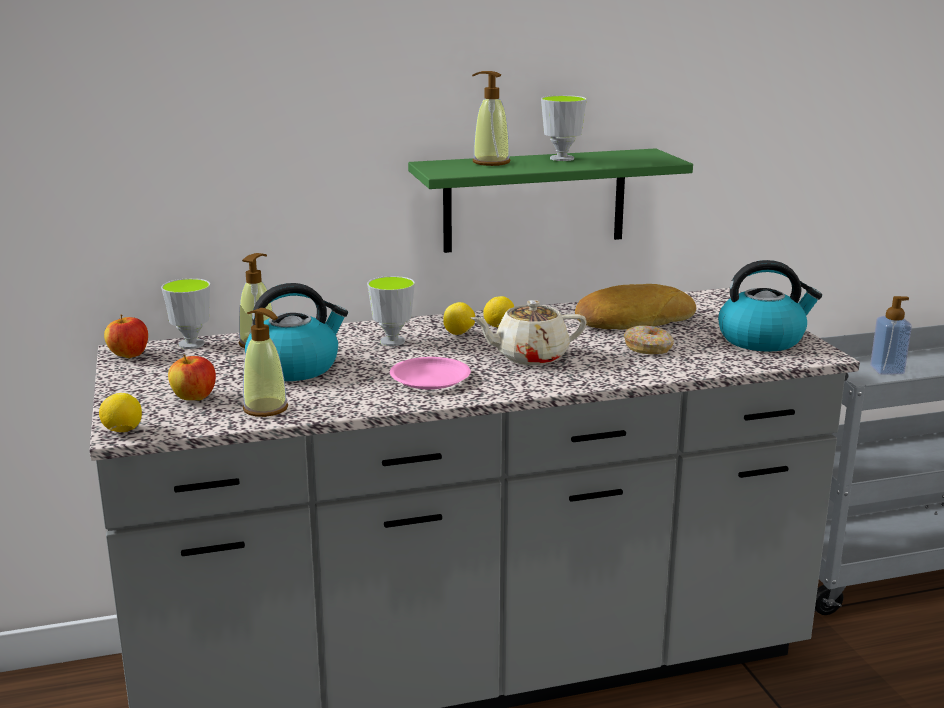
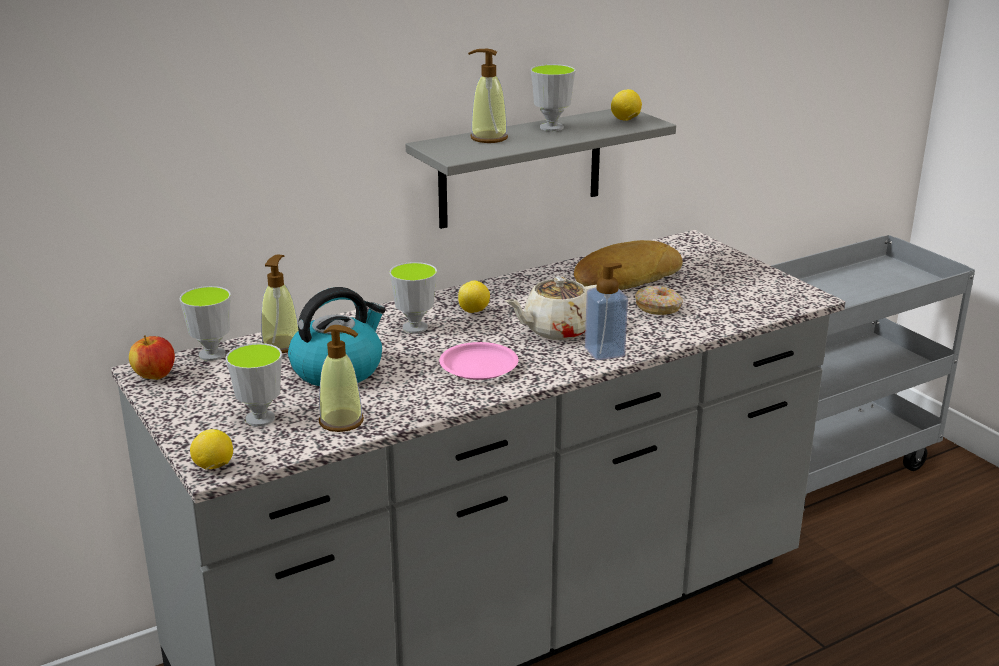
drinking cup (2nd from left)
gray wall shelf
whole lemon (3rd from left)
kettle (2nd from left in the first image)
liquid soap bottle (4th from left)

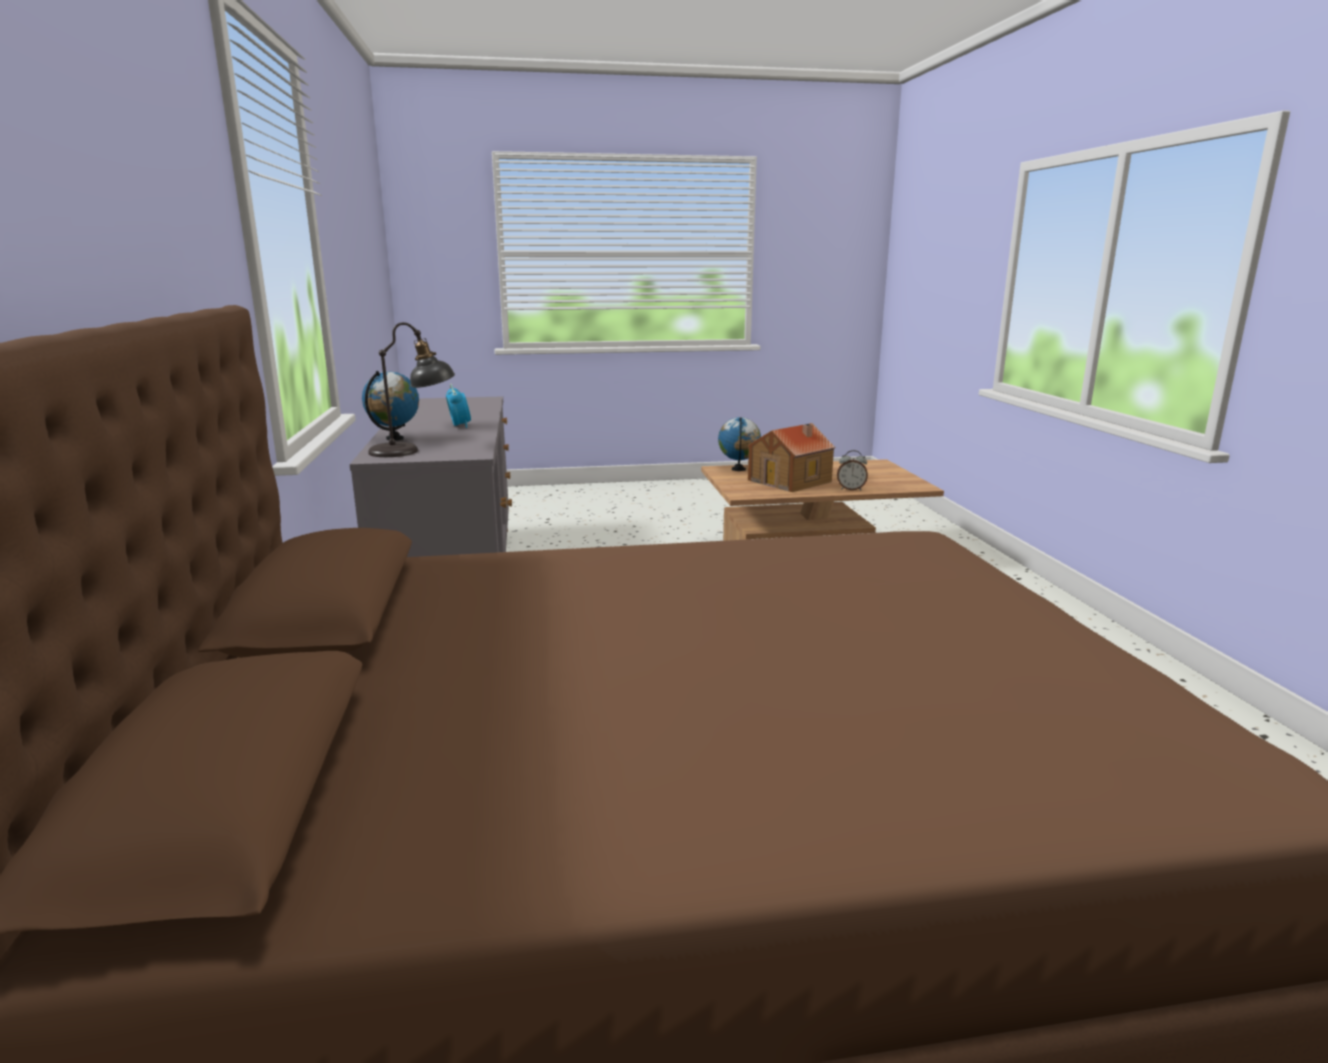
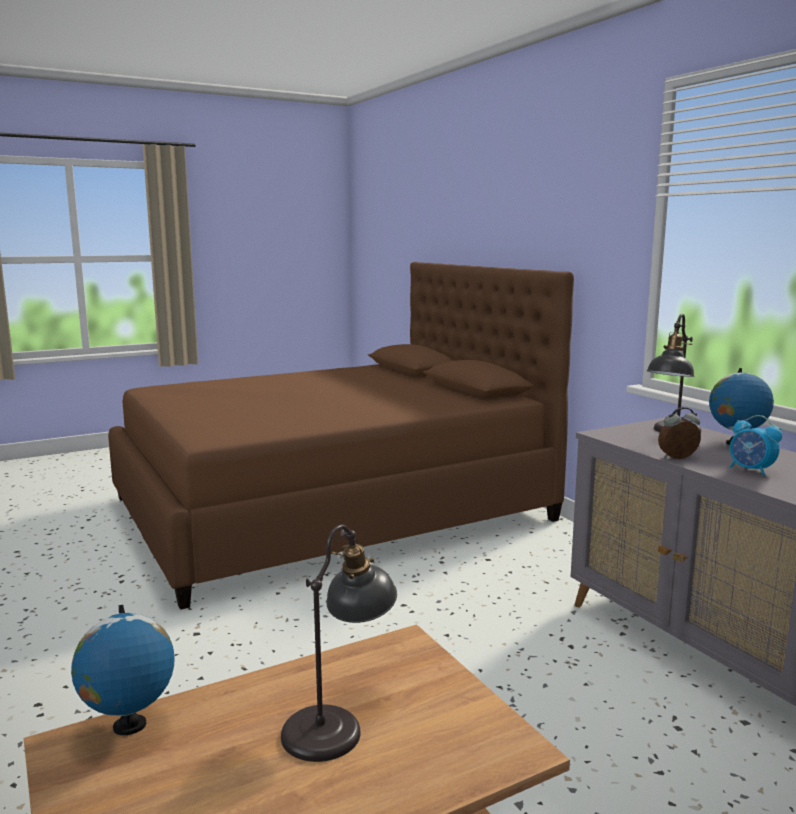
world globe (1st from left)
gray lamp for a table (1st from left)
alarm clock (1st from left)

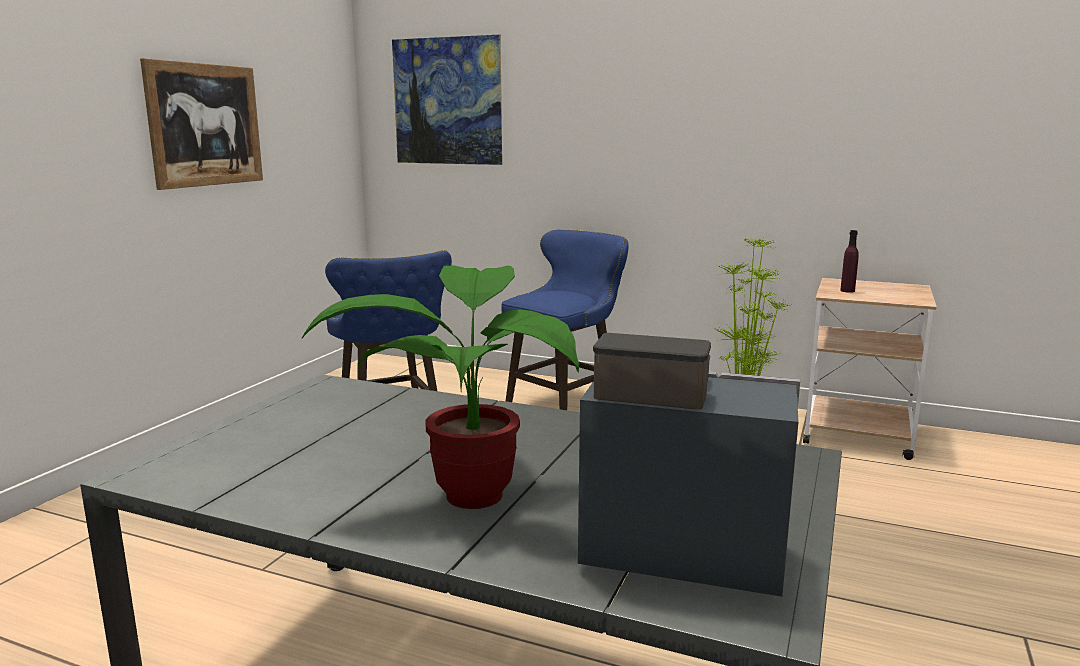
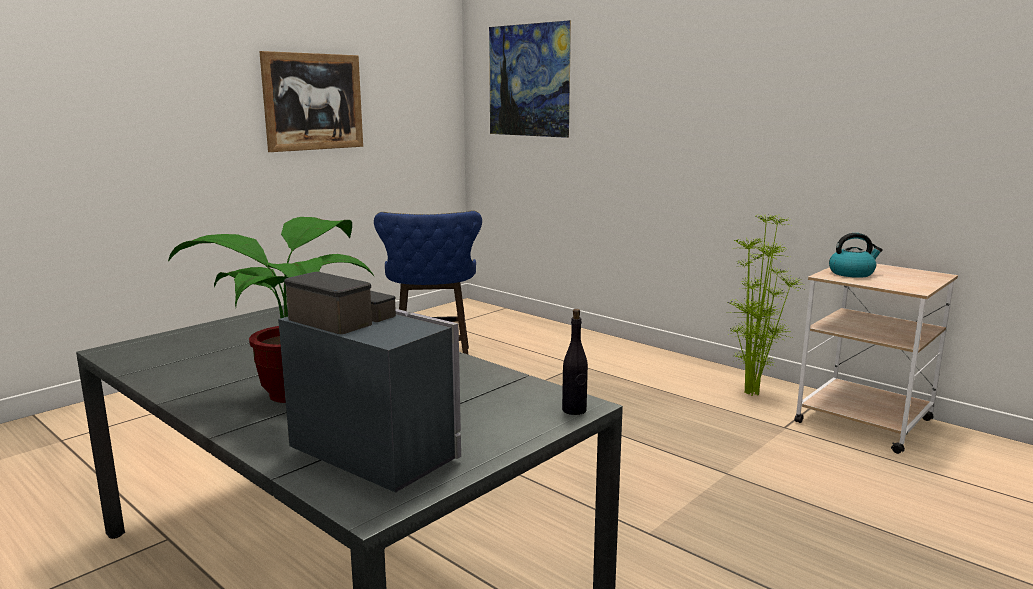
blue-coloured sitting stool (2nd from left in the first image)
kettle
black drink bottle

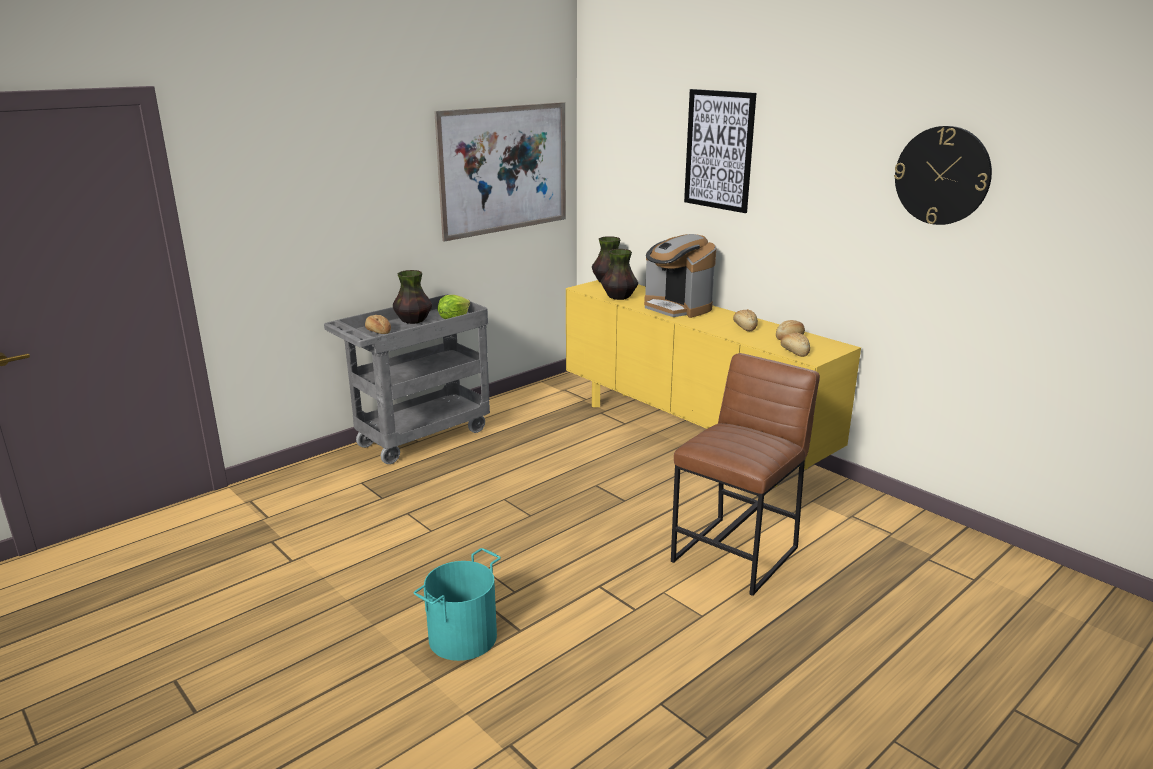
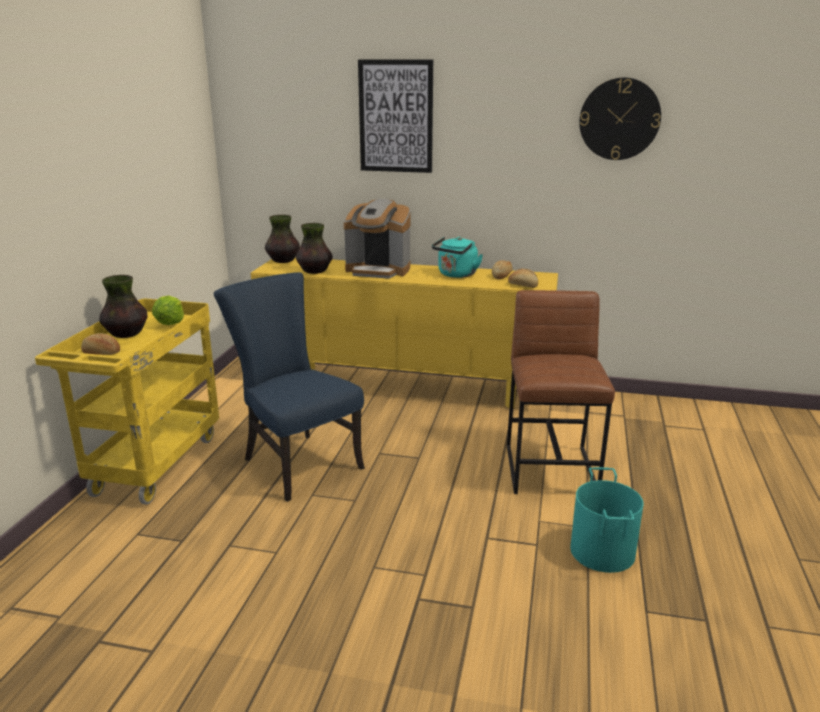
yellowish cart
turquoise pail
wall art (1st from left in the first image)
turquoise kettle
blue-coloured plain chair

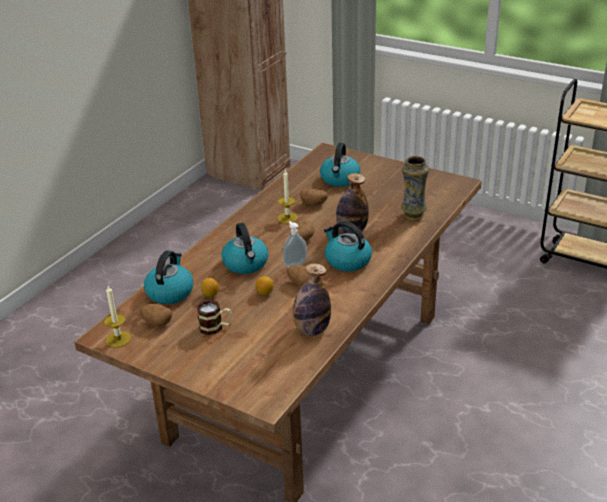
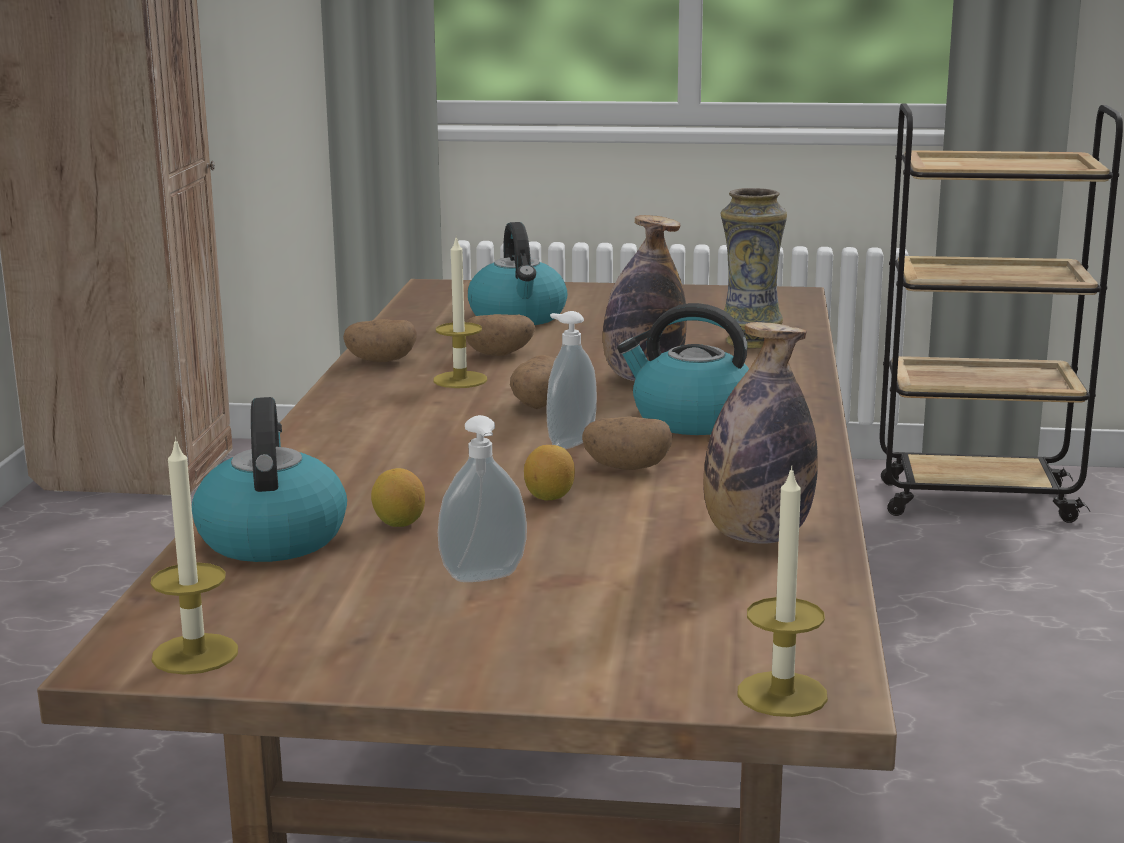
potato (1st from left)
liquid soap bottle (1st from left)
kettle (2nd from left in the first image)
candle (3rd from left)

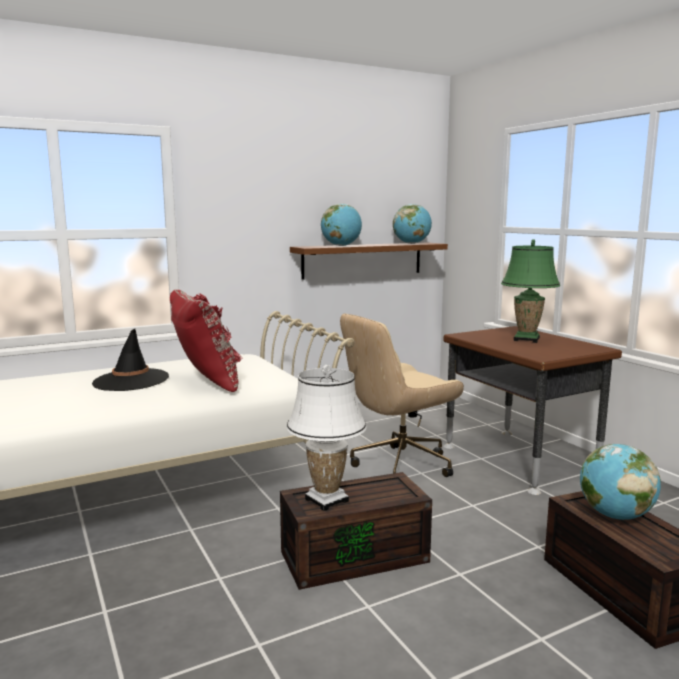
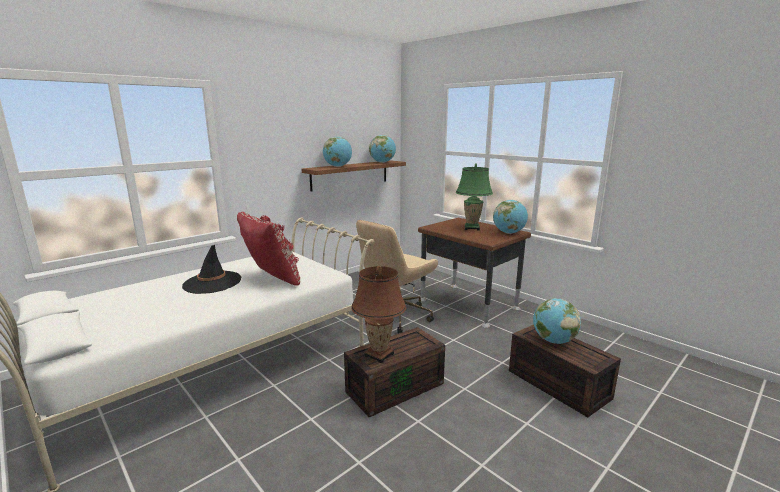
brown-coloured lamp for a table
world globe (3rd from left)

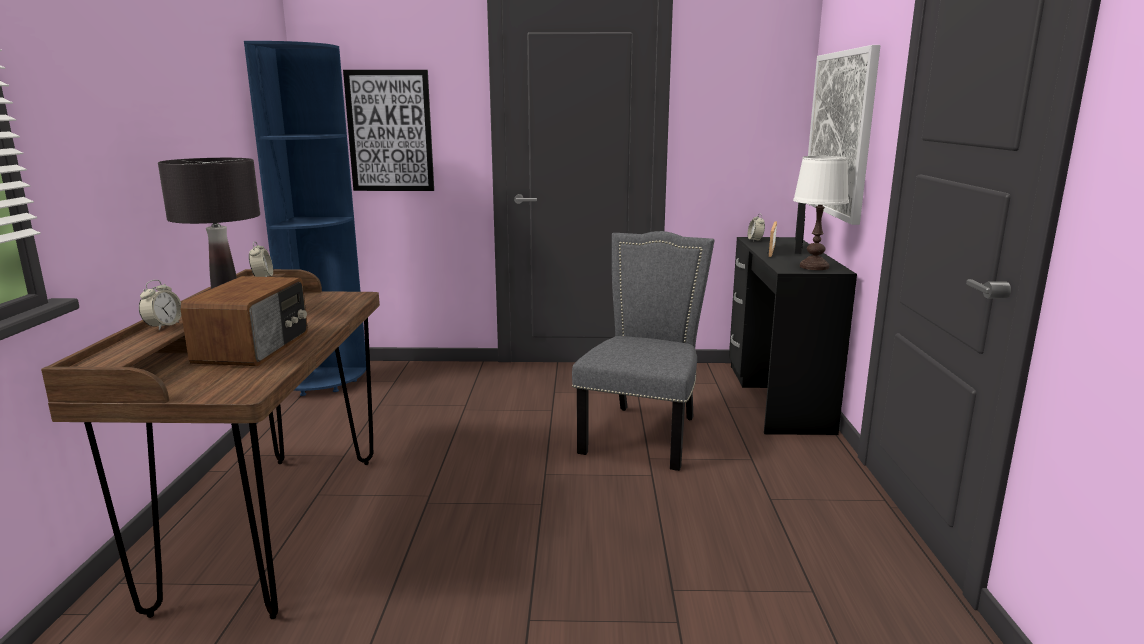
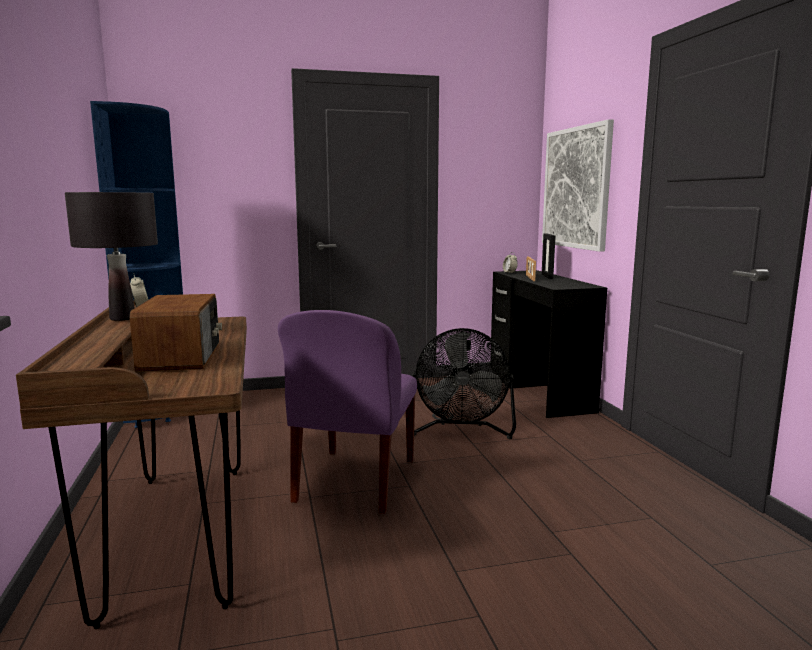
alarm clock (1st from left in the first image)
wall art (1st from left in the first image)
black electric fan
white-coloured lamp for a table
purplish plain chair

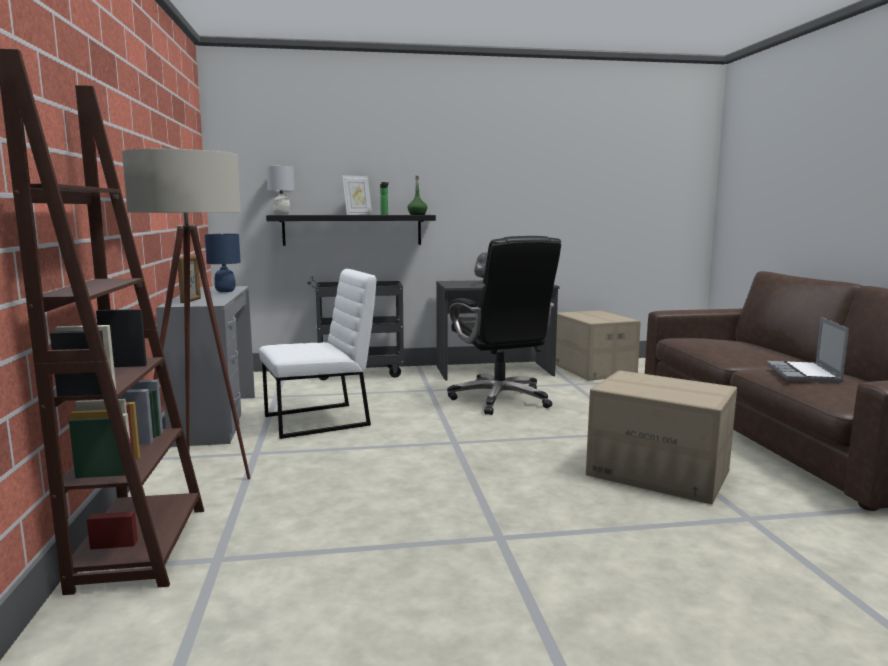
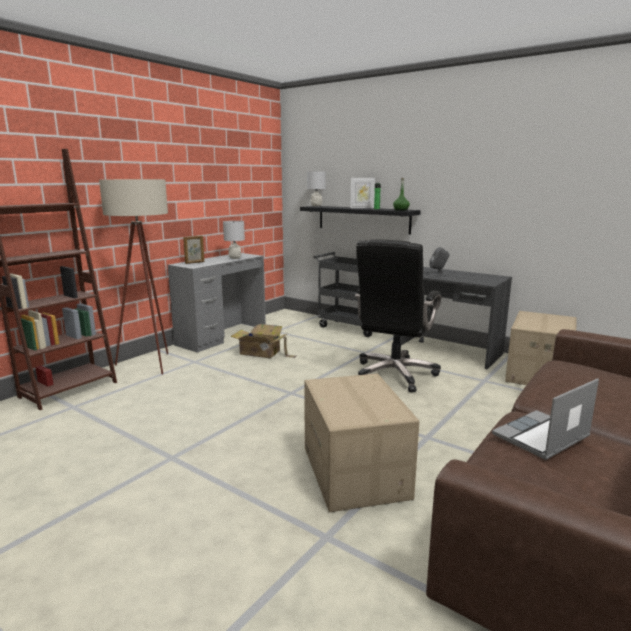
gray lamp for a table (1st from left)
carton (1st from left)

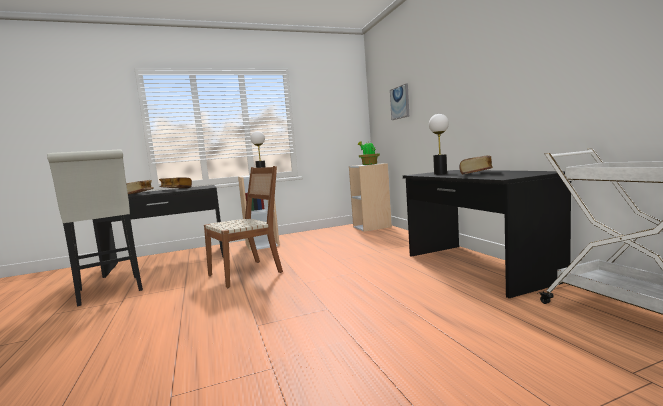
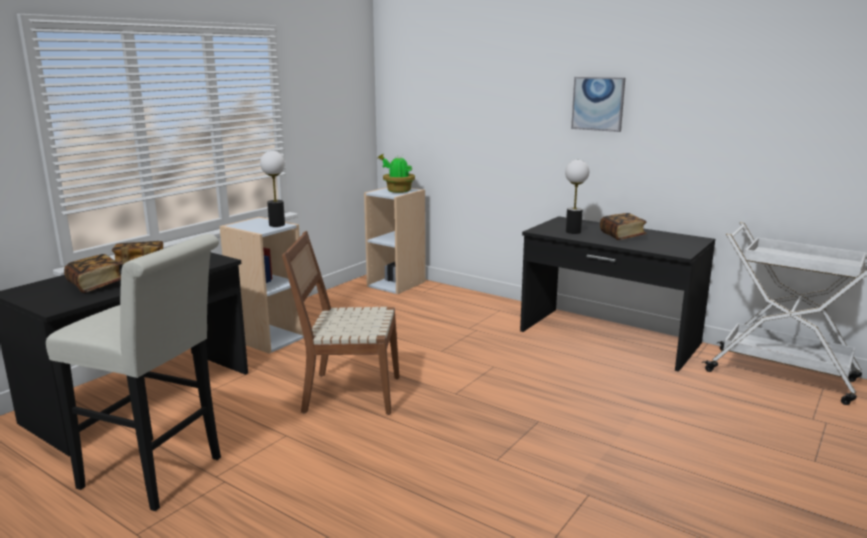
plain chair
wall art

